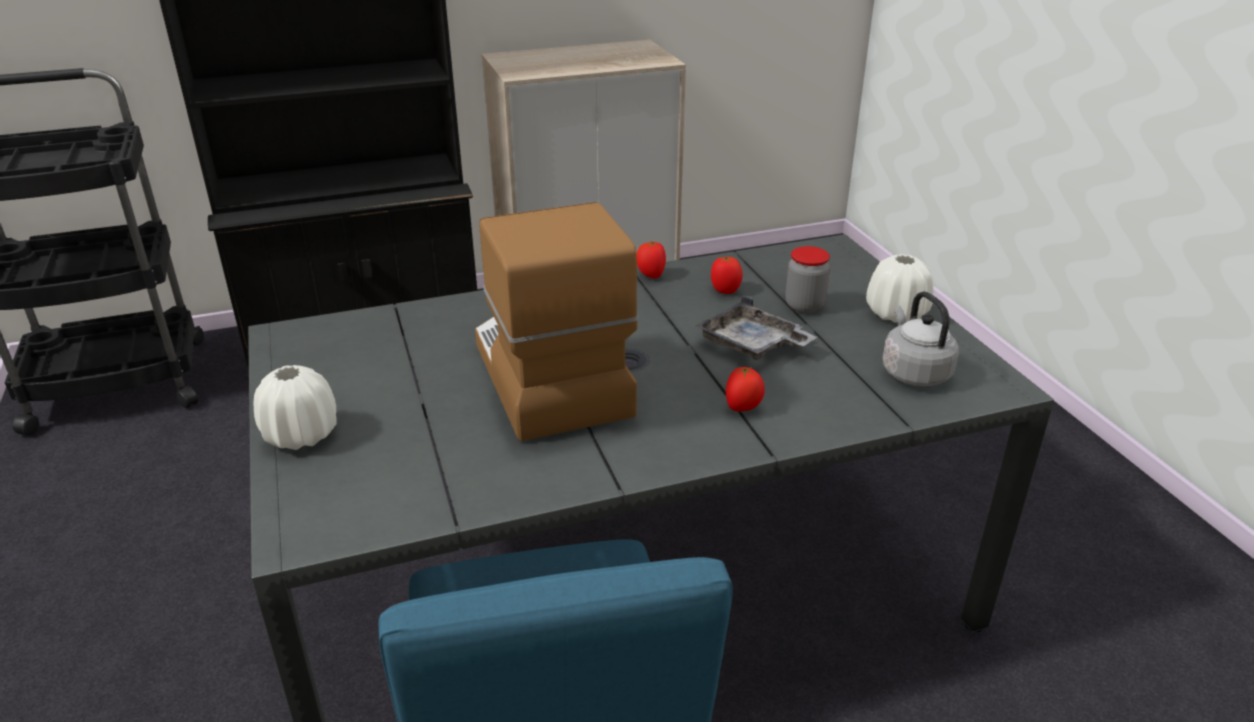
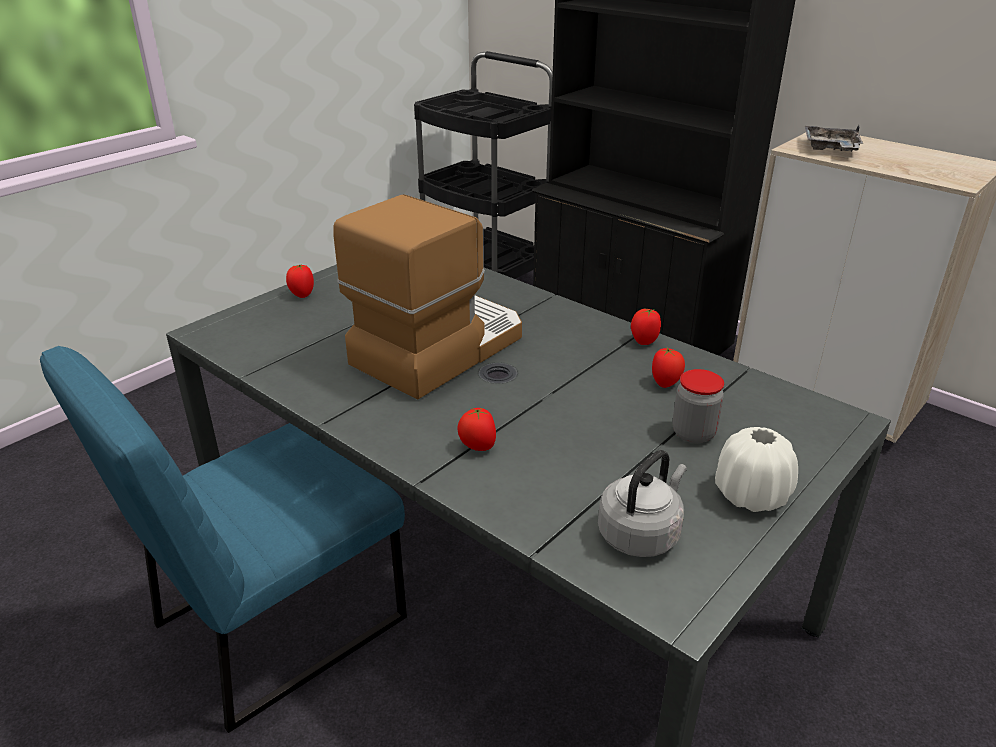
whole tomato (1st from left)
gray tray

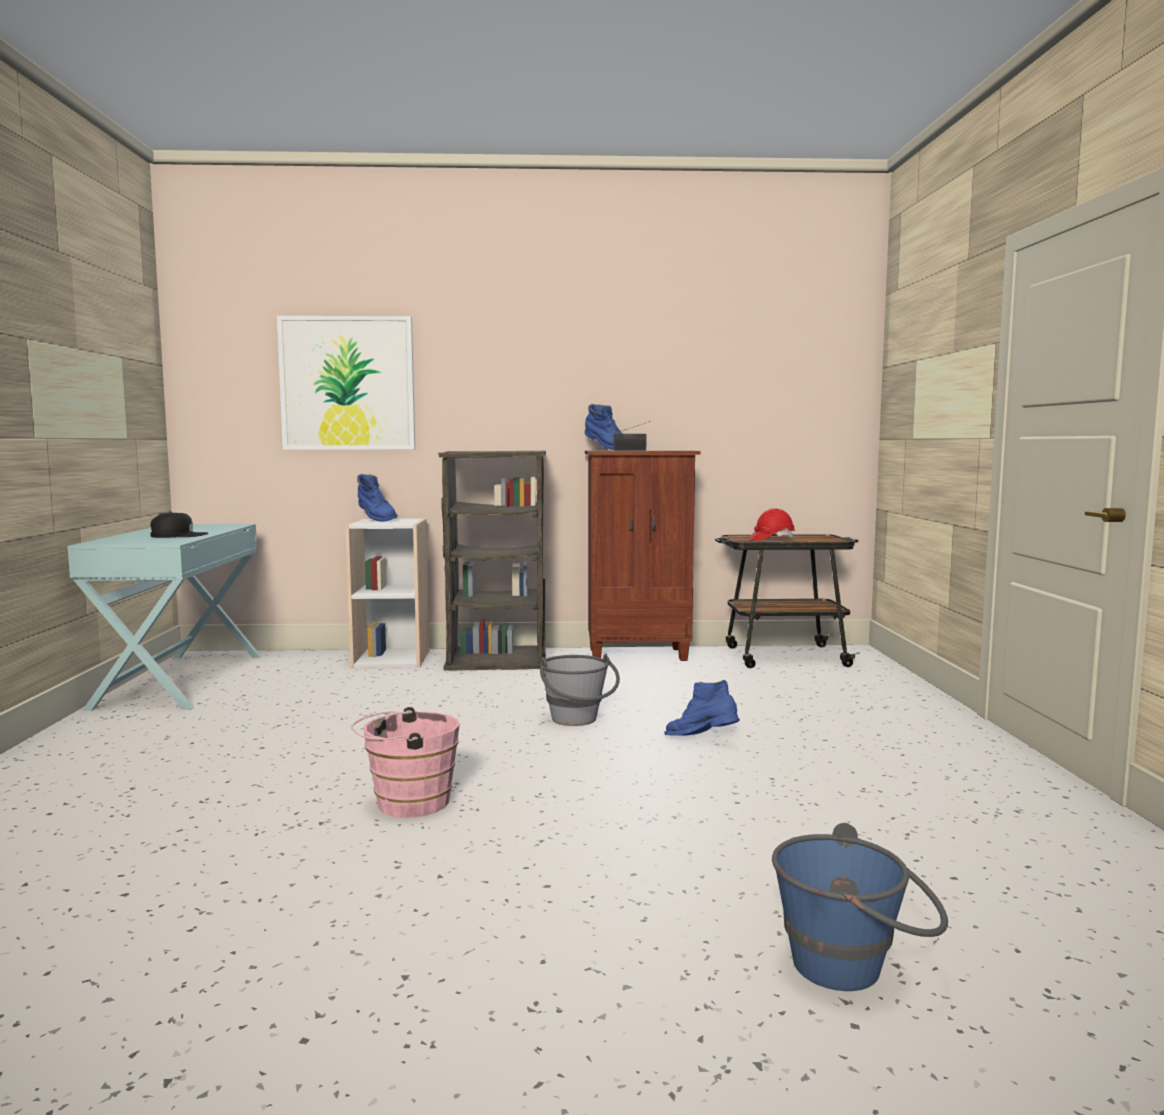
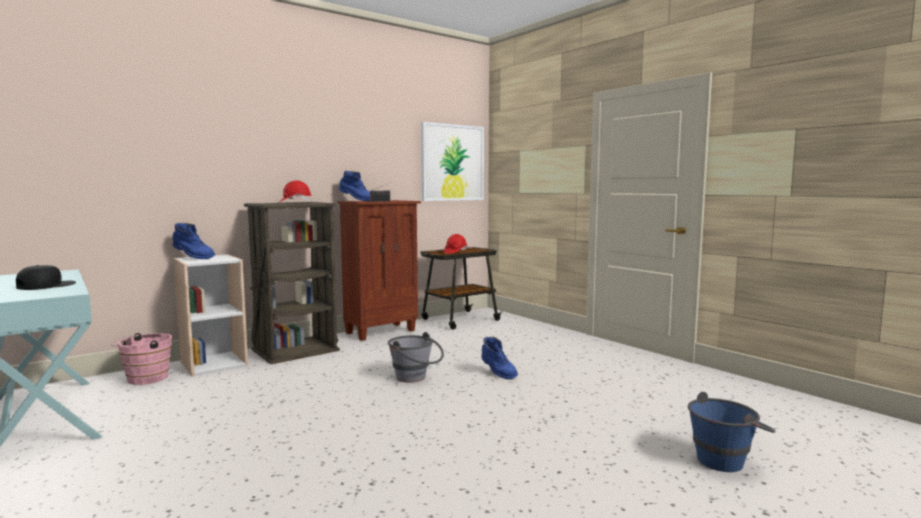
wall art
pink-coloured pail
blue-coloured high-top boot (3rd from left)
red hard hat (1st from left)

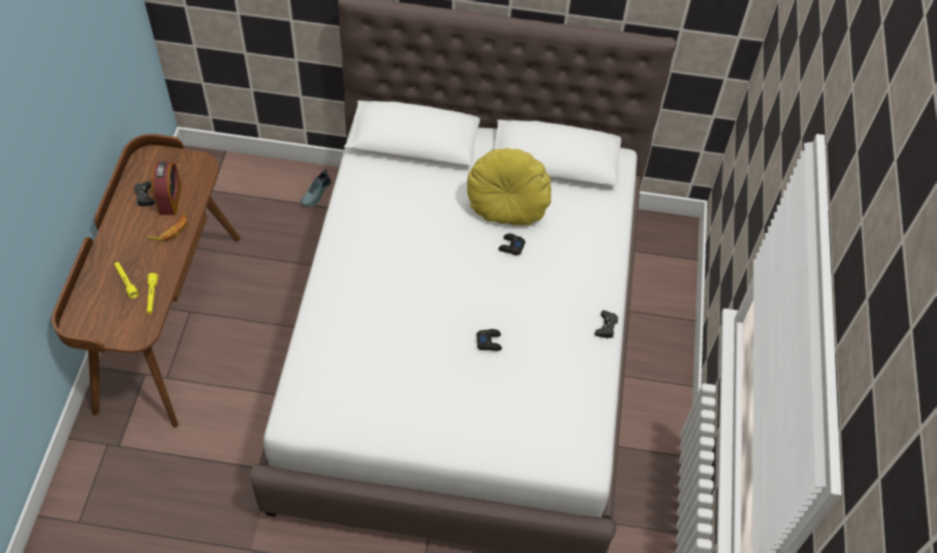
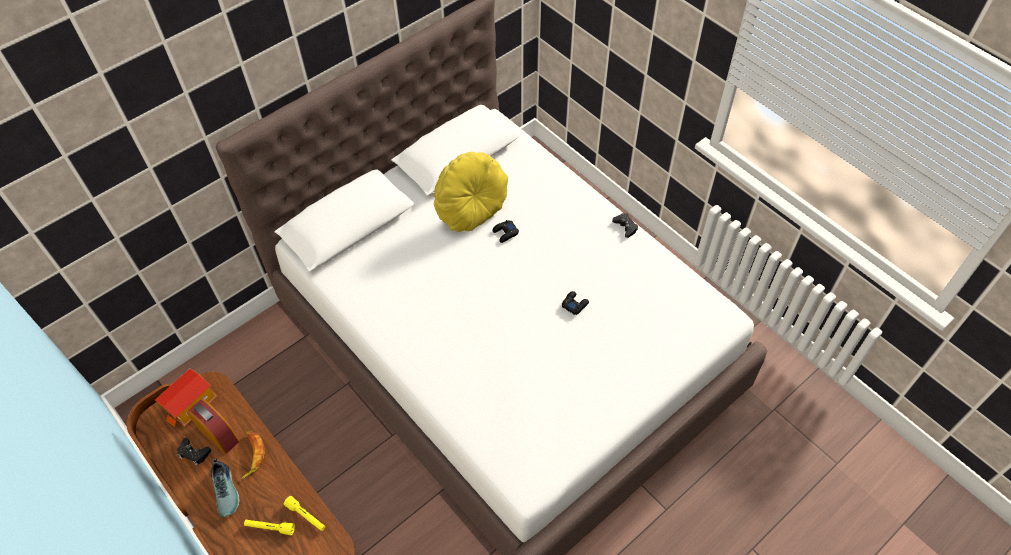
item of footwear
model house

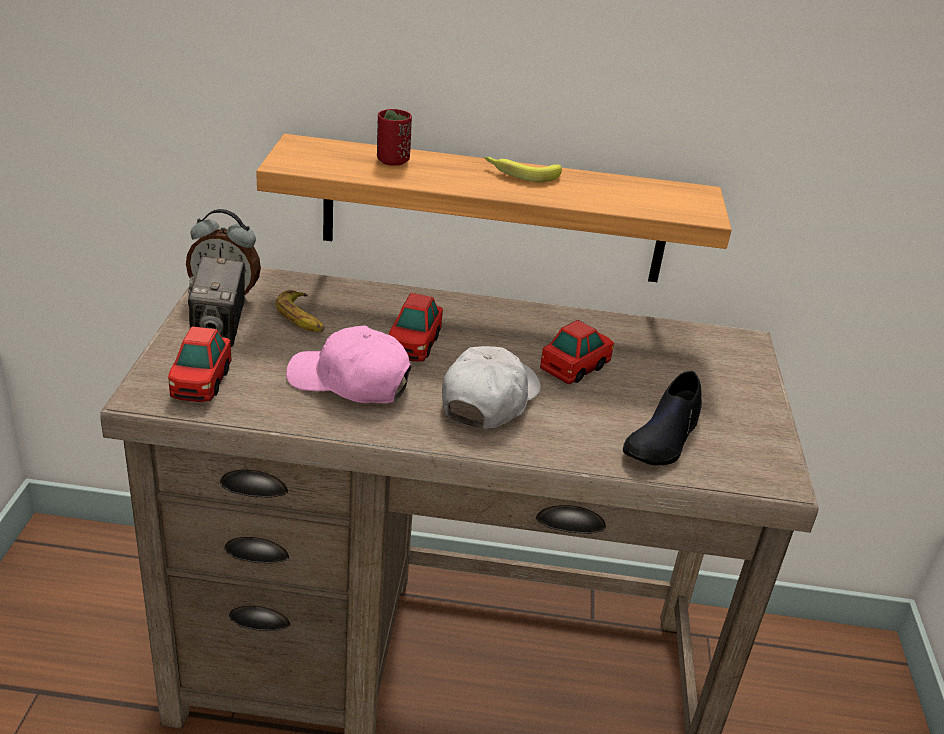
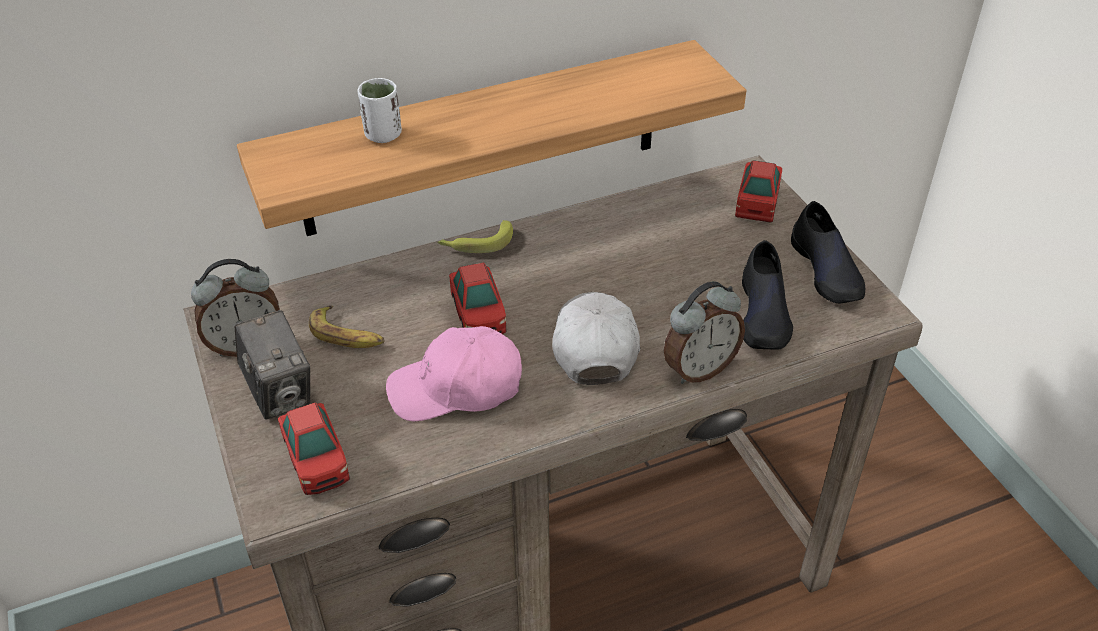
white-coloured drinking cup
whole banana (2nd from left)
miniature car (3rd from left)
alarm clock (2nd from left)
black item of footwear (2nd from left)

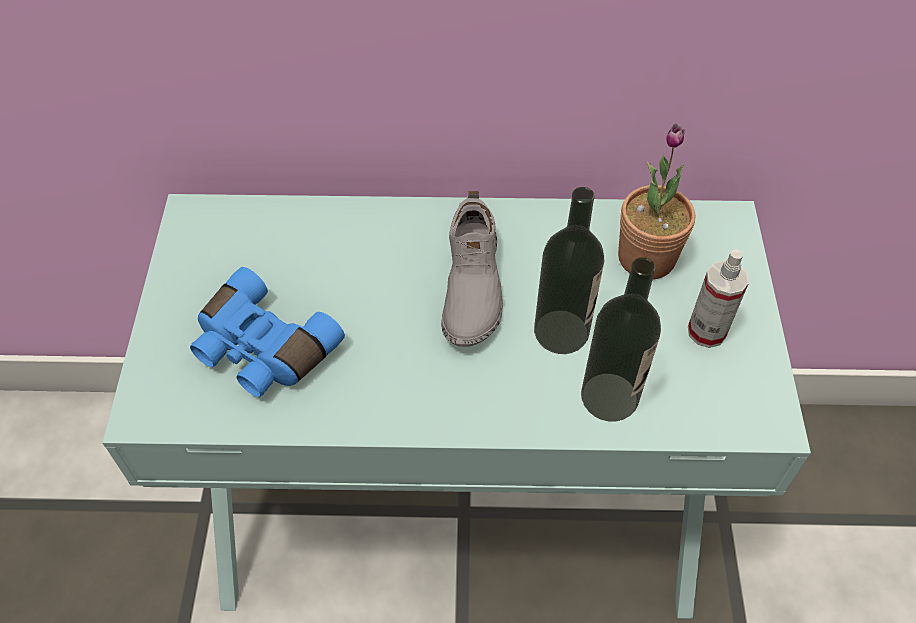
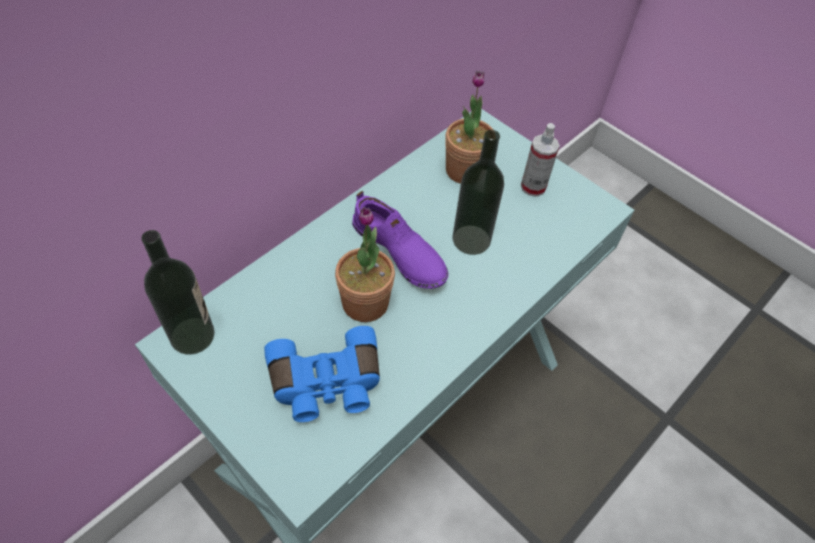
purplish item of footwear
drink bottle (1st from left)
plant in a pot (1st from left)

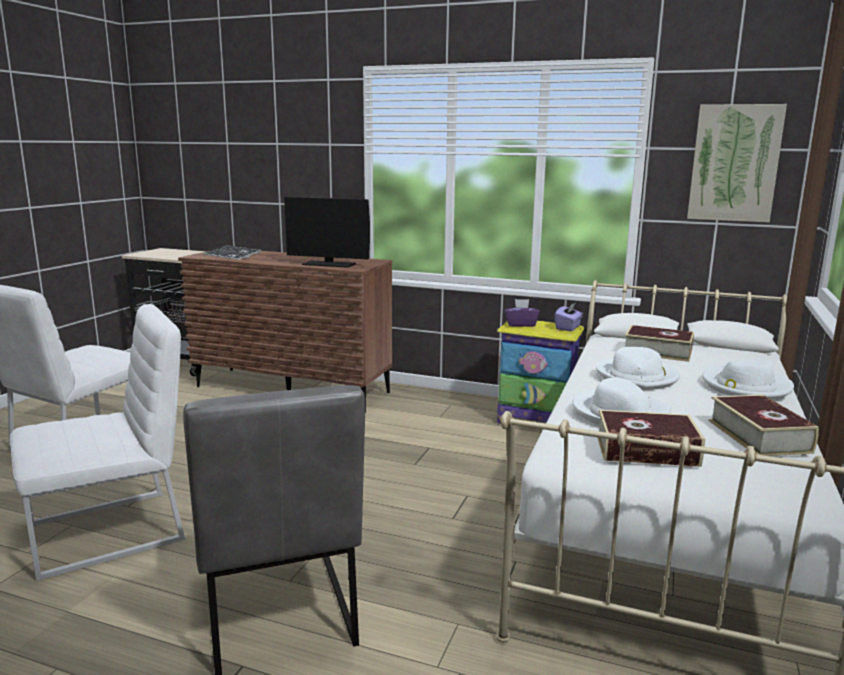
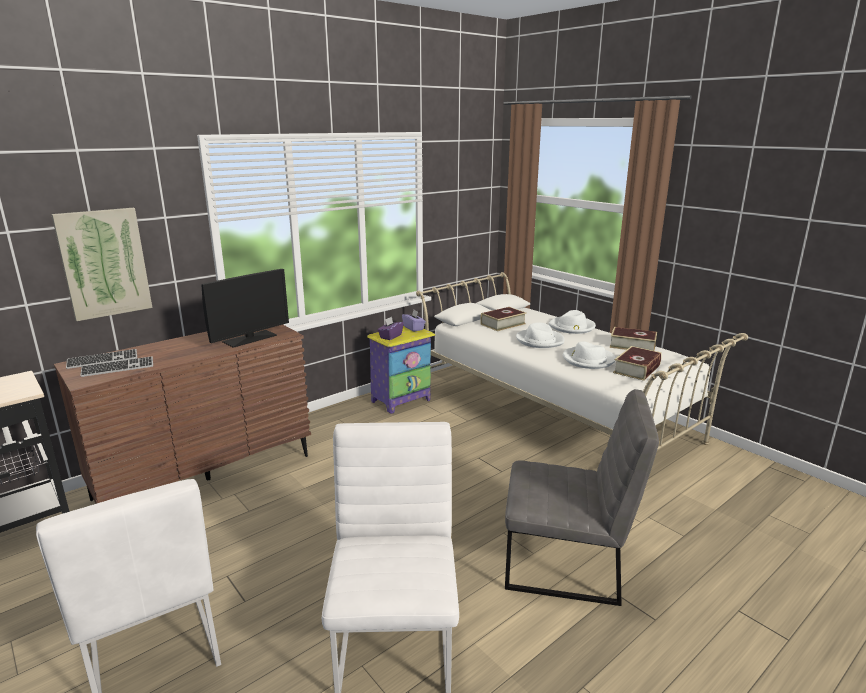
wall art

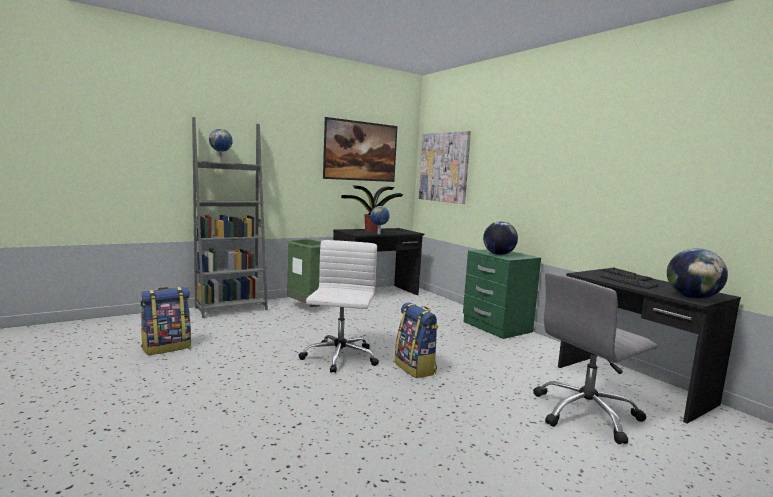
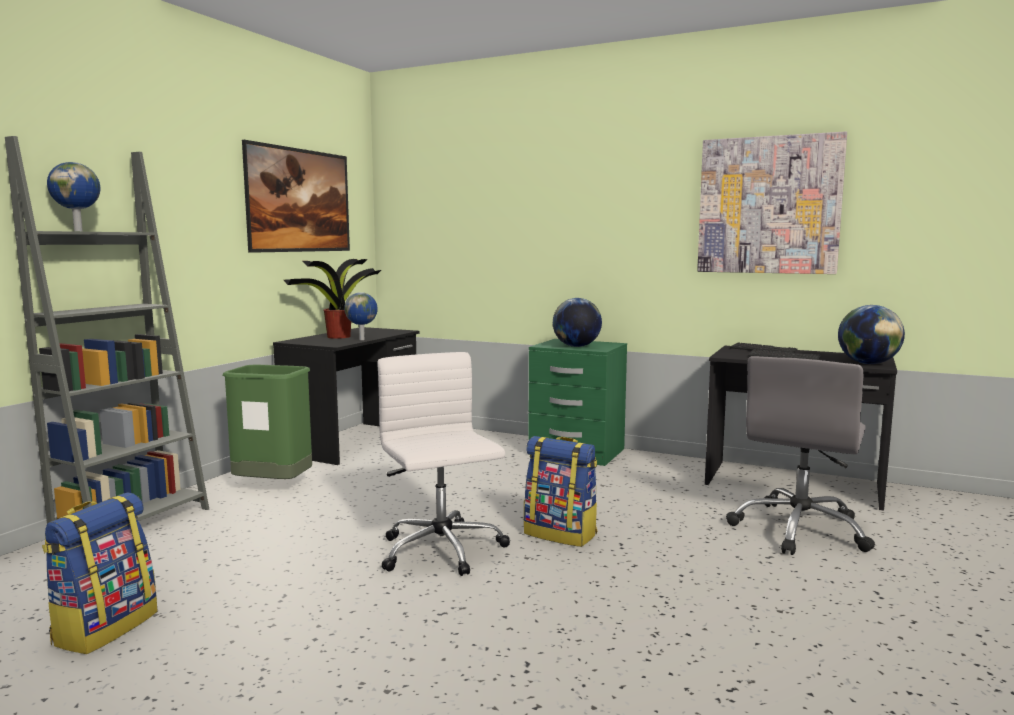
wall art (2nd from left)

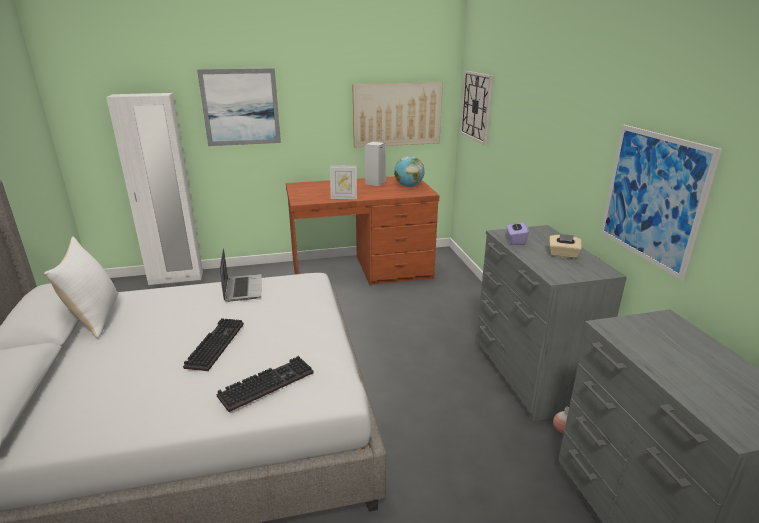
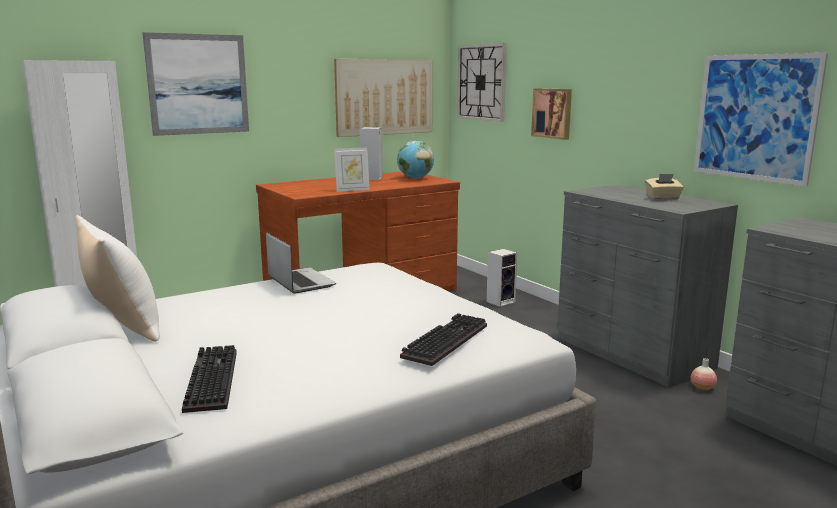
computer keyboard (1st from left)
purplish box of tissues
audio speaker (2nd from left)
wall art (3rd from left)

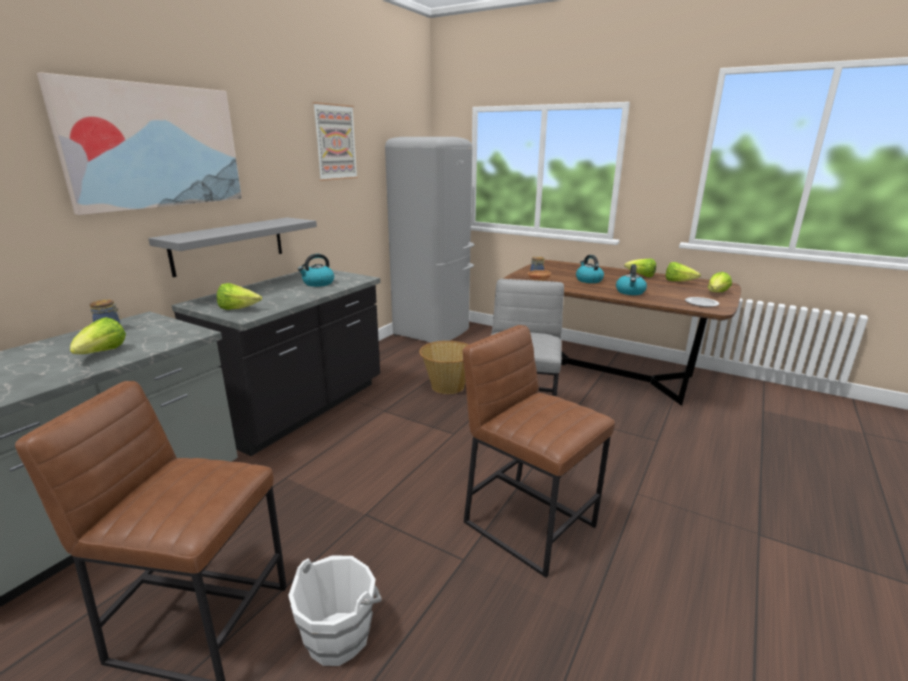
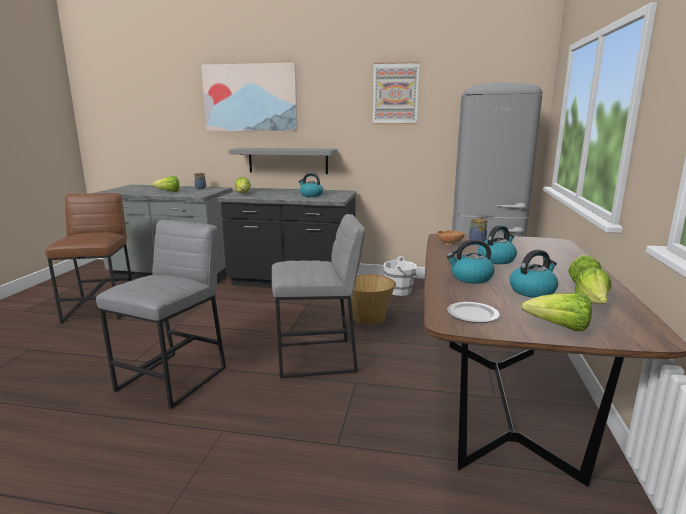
white-coloured pail
gray plain chair (1st from left)
kettle (4th from left)

